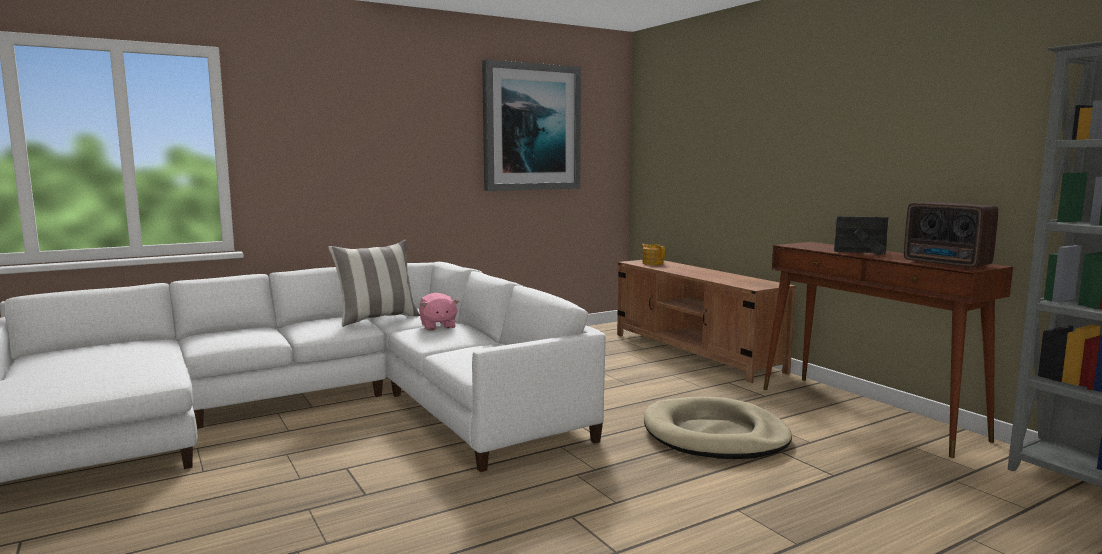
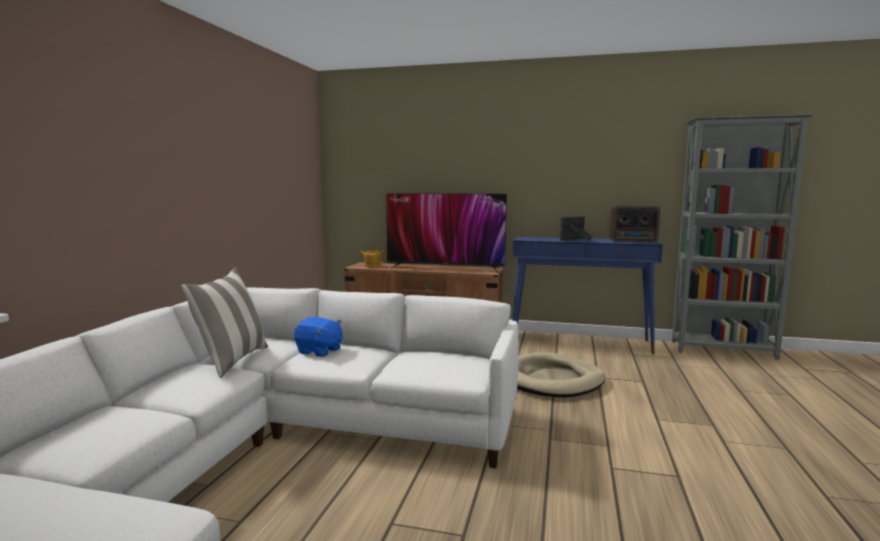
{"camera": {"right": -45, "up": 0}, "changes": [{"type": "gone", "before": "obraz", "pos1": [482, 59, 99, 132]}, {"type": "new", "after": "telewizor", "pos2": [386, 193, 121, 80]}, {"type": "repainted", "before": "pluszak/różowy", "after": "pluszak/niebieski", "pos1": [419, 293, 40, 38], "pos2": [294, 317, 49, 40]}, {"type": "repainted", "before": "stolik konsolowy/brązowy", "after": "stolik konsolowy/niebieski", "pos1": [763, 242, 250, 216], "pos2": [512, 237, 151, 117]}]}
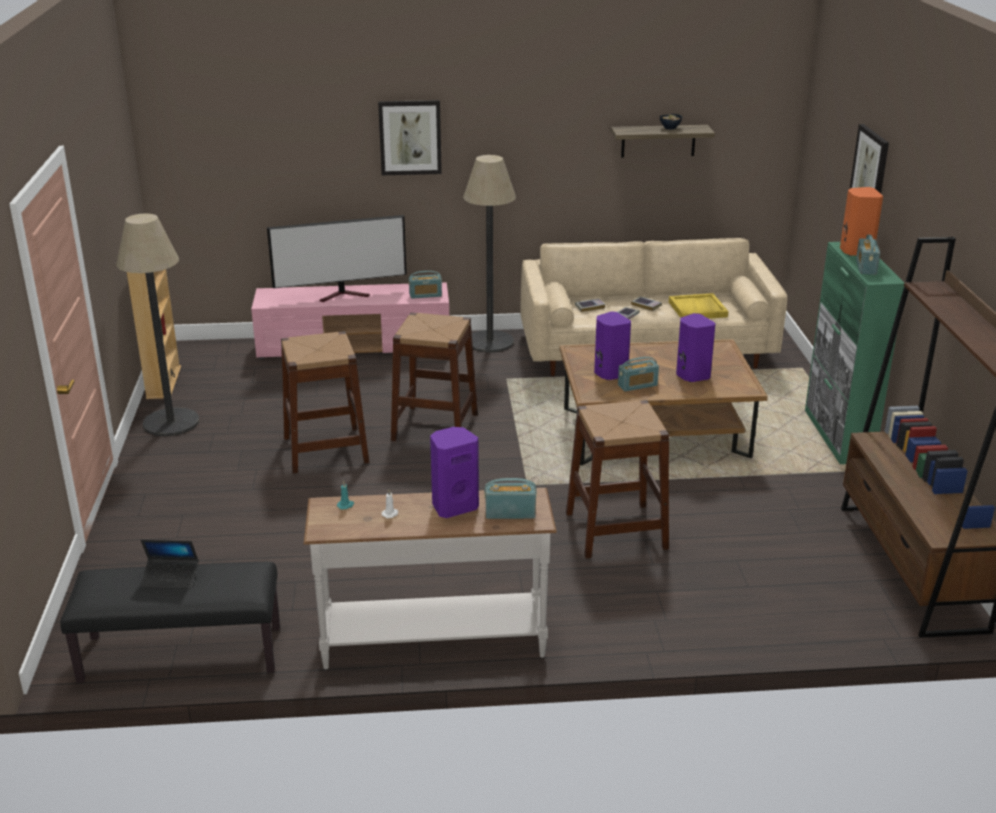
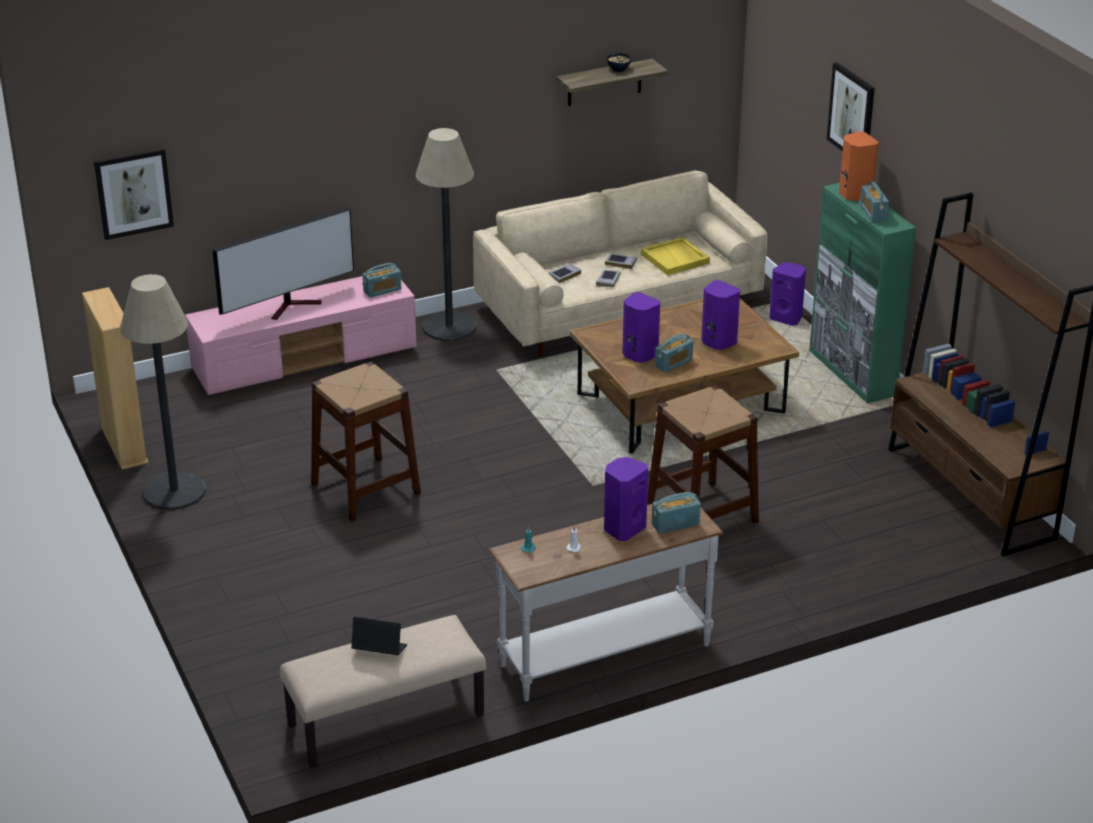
{"camera": {"right": -20, "up": 5}, "changes": [{"type": "gone", "before": "stołek/brązowy", "pos1": [391, 313, 87, 128]}, {"type": "new", "after": "głośnik/fioletowy", "pos2": [770, 262, 36, 64]}, {"type": "shifted", "before": "obraz", "pos1": [378, 100, 64, 75], "pos2": [94, 148, 80, 92]}, {"type": "repainted", "before": "ławka/czarny", "after": "ławka/beżowy", "pos1": [60, 562, 220, 121], "pos2": [280, 615, 206, 153]}, {"type": "rotated", "before": "laptop", "pos1": [141, 540, 58, 49], "pos2": [351, 617, 56, 38], "turn": -150}]}
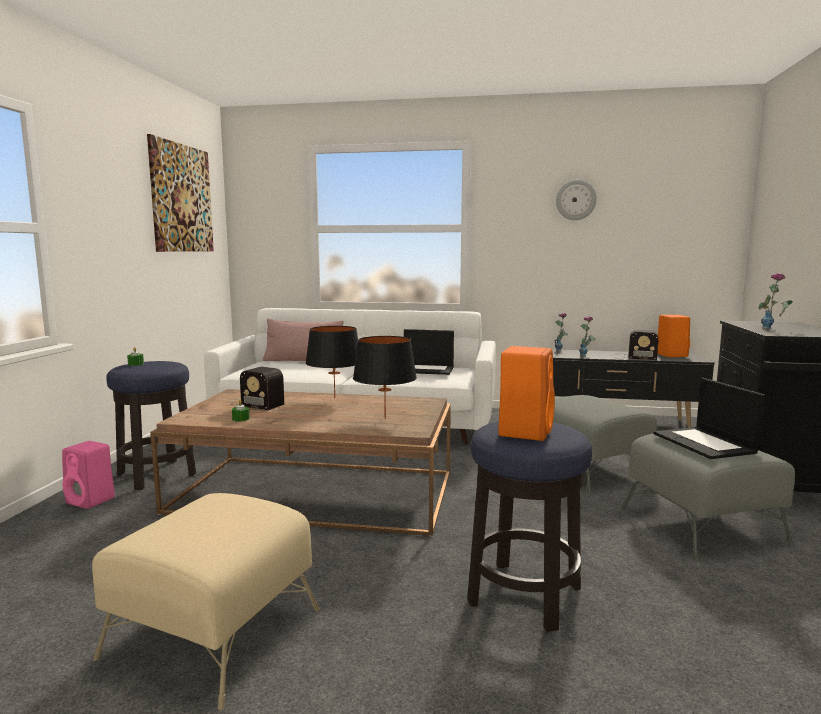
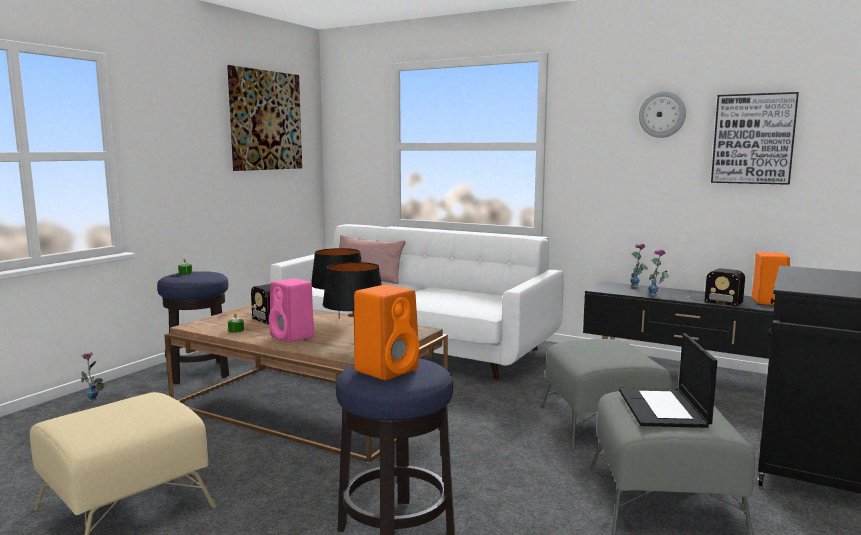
{"camera": {"right": 20, "up": 0}, "changes": [{"type": "gone", "before": "laptop", "pos1": [404, 329, 50, 46]}, {"type": "new", "after": "obraz", "pos2": [711, 92, 88, 93]}, {"type": "shifted", "before": "głośnik/różowy", "pos1": [62, 441, 53, 68], "pos2": [269, 278, 45, 65]}, {"type": "shifted", "before": "wazon", "pos1": [759, 273, 34, 56], "pos2": [81, 352, 23, 50]}]}
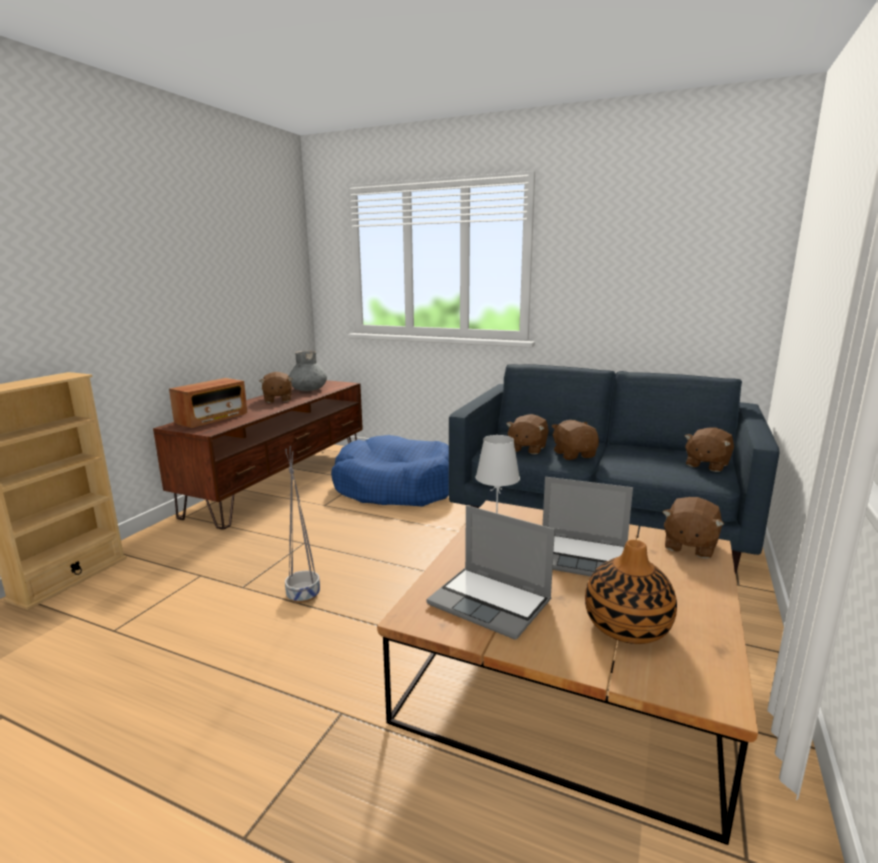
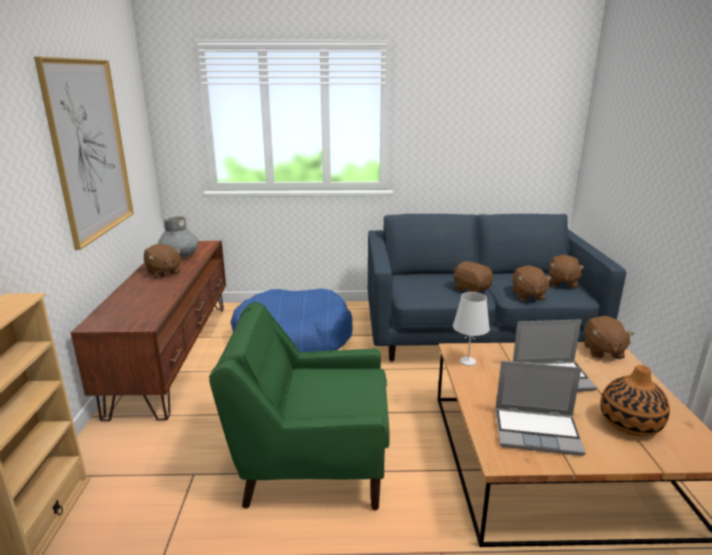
{"camera": {"right": -25, "up": 5}, "changes": [{"type": "gone", "before": "radio", "pos1": [169, 378, 78, 50]}, {"type": "new", "after": "obraz", "pos2": [34, 57, 100, 193]}, {"type": "shifted", "before": "pluszak/brązowy", "pos1": [506, 414, 43, 40], "pos2": [513, 265, 39, 36]}, {"type": "swapped", "before": "donica/szary", "after": "fotel/zielony", "pos1": [285, 446, 35, 157], "pos2": [209, 302, 181, 208]}]}
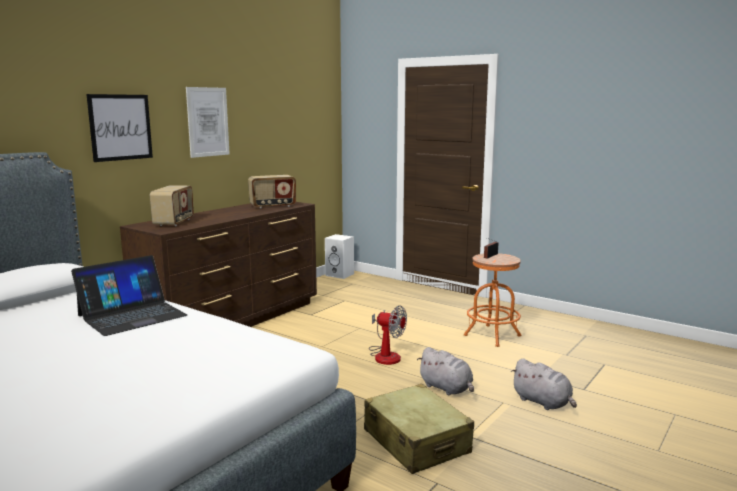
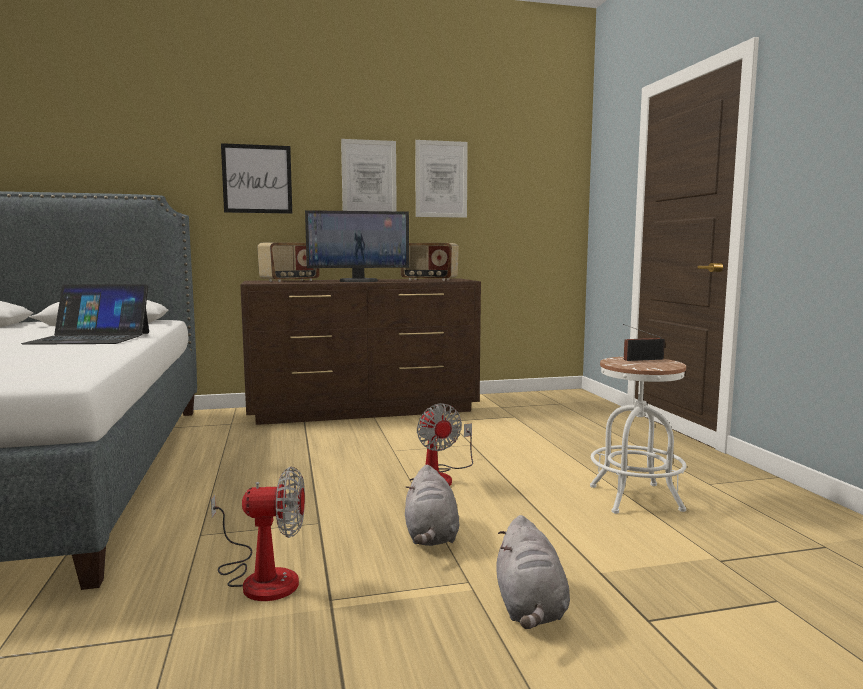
{"camera": {"right": 40, "up": -5}, "changes": [{"type": "gone", "before": "głośnik/biały", "pos1": [325, 234, 29, 45]}, {"type": "new", "after": "monitor", "pos2": [305, 210, 104, 72]}, {"type": "new", "after": "obraz", "pos2": [415, 140, 53, 78]}, {"type": "swapped", "before": "walizka/beżowy", "after": "wentylator", "pos1": [364, 384, 110, 90], "pos2": [211, 467, 94, 134]}, {"type": "repainted", "before": "stołek/pomarańczowy", "after": "stołek/biały", "pos1": [464, 253, 57, 94], "pos2": [590, 357, 97, 157]}]}
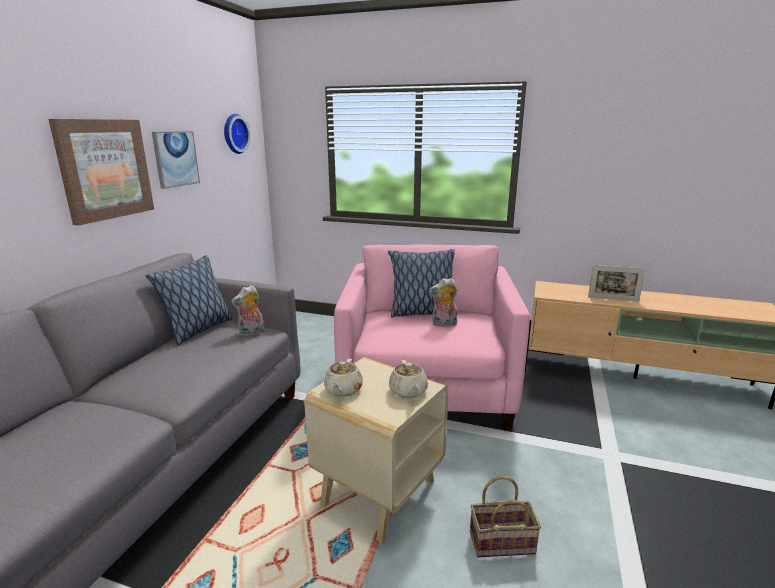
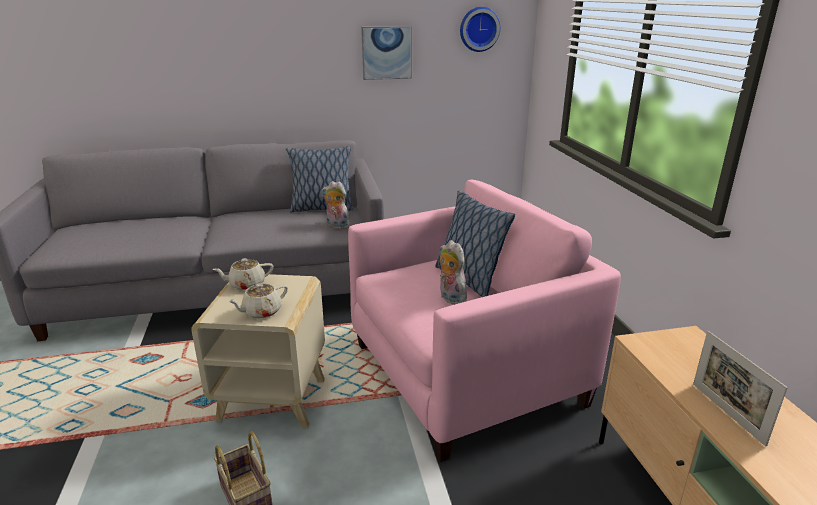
{"camera": {"right": 60, "up": 5}, "changes": [{"type": "gone", "before": "obraz", "pos1": [49, 119, 105, 107]}]}
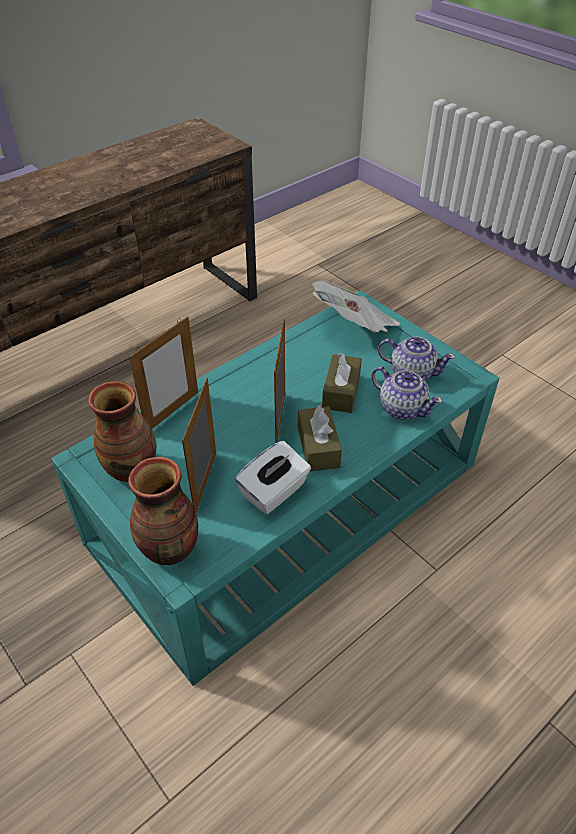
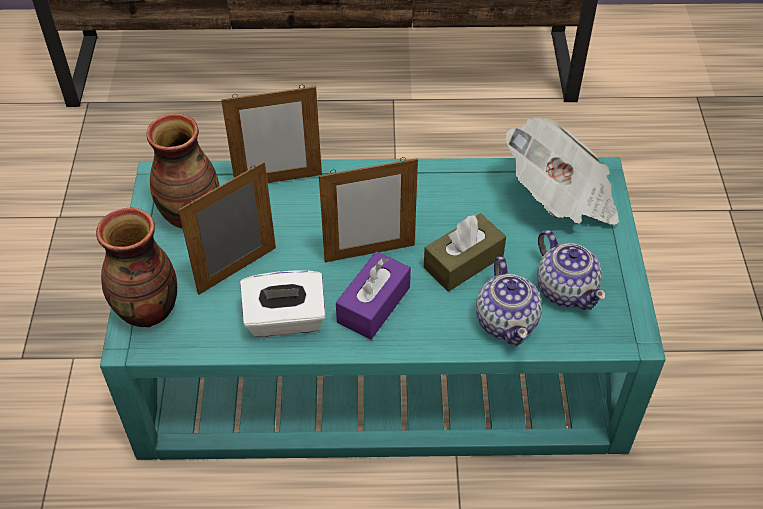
{"camera": {"right": 40, "up": 5}, "changes": [{"type": "repainted", "before": "pudełko chusteczek/brązowy", "after": "pudełko chusteczek/fioletowy", "pos1": [298, 405, 44, 67], "pos2": [336, 251, 75, 89]}, {"type": "rotated", "before": "ramka na zdjęcie", "pos1": [274, 319, 11, 124], "pos2": [319, 157, 99, 105], "turn": -150}]}
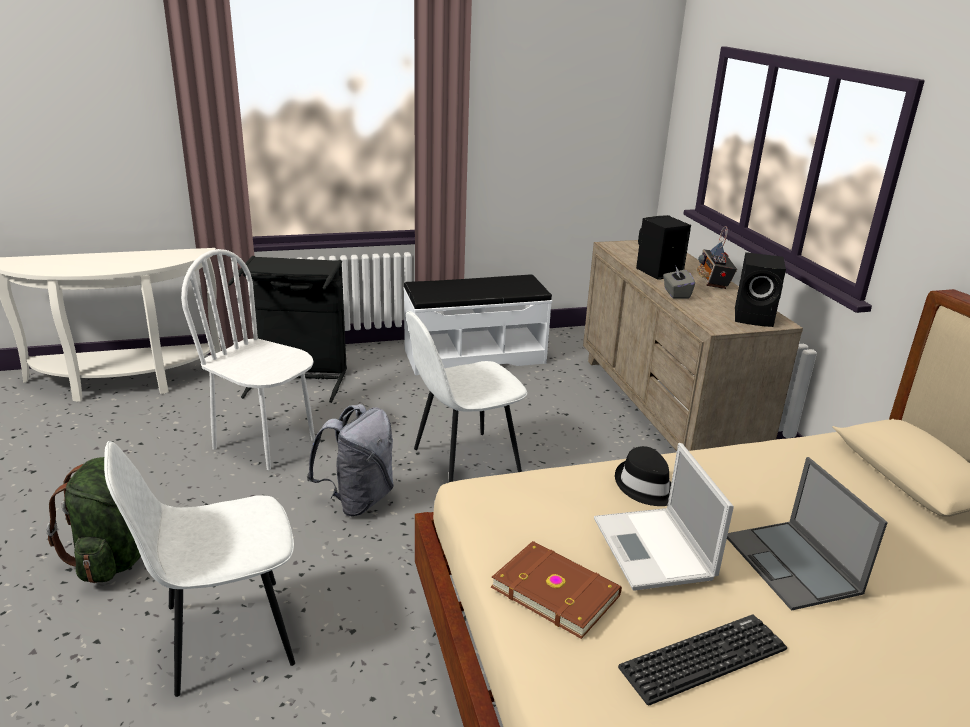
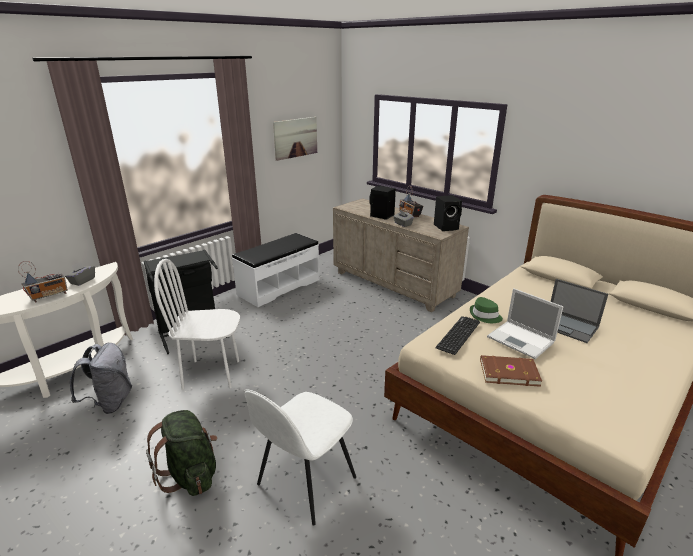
{"camera": {"right": -30, "up": 0}, "changes": [{"type": "gone", "before": "krzesło/biały", "pos1": [406, 311, 121, 172]}, {"type": "new", "after": "radio", "pos2": [18, 261, 50, 42]}, {"type": "new", "after": "pudełko chusteczek/szary", "pos2": [65, 262, 30, 24]}, {"type": "new", "after": "obraz", "pos2": [273, 117, 44, 44]}, {"type": "shifted", "before": "plecak/szary", "pos1": [307, 404, 87, 112], "pos2": [70, 343, 62, 71]}, {"type": "shifted", "before": "klawiatura", "pos1": [618, 614, 169, 91], "pos2": [435, 316, 45, 39]}, {"type": "repainted", "before": "kapelusz/czarny", "after": "kapelusz/zielony", "pos1": [615, 446, 56, 60], "pos2": [470, 297, 33, 26]}]}
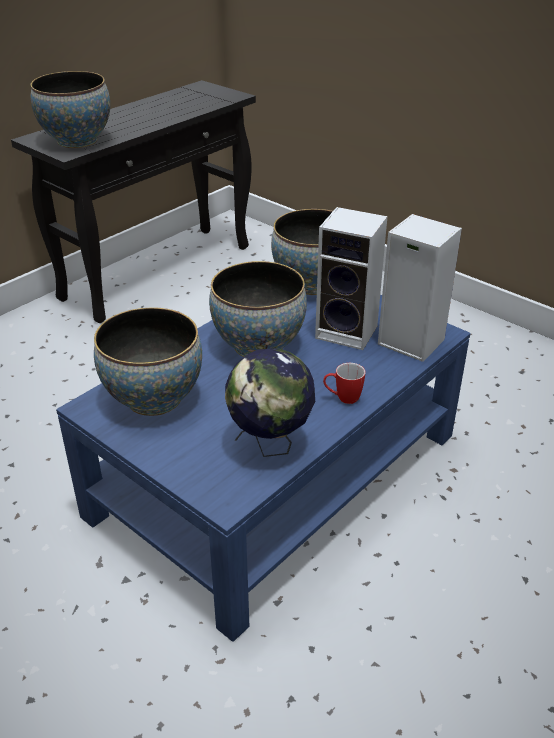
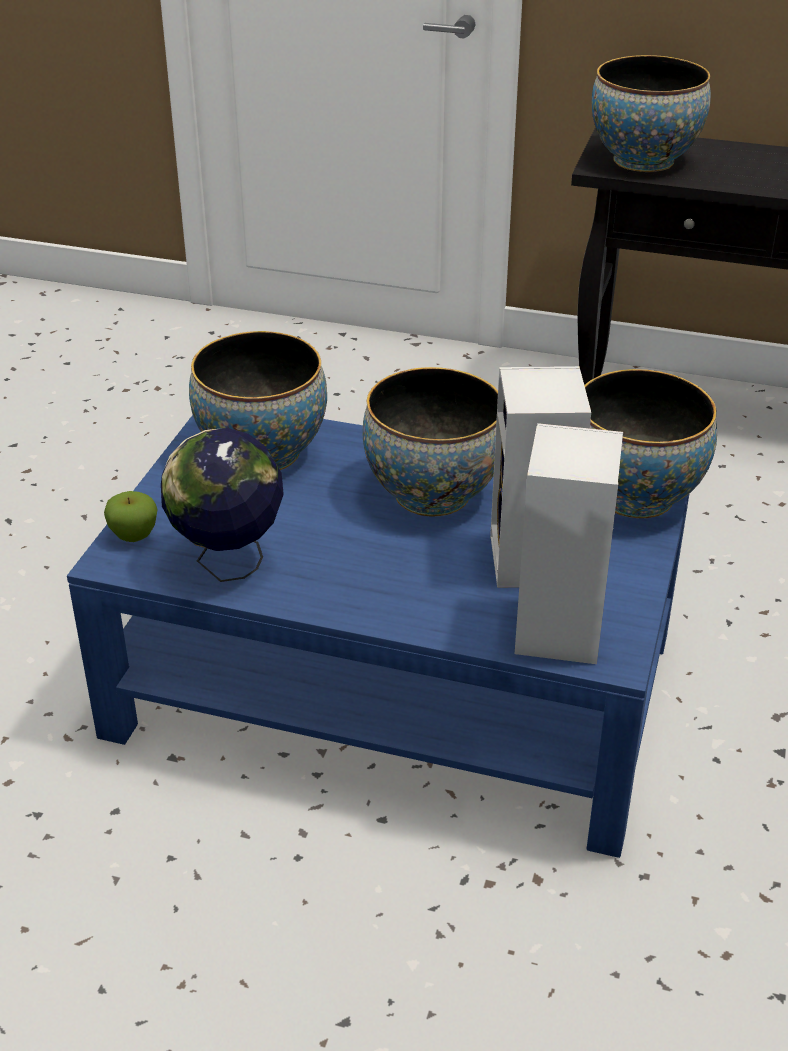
{"camera": {"right": 65, "up": 0}, "changes": [{"type": "gone", "before": "kubek", "pos1": [323, 363, 43, 41]}, {"type": "new", "after": "jabłko", "pos2": [104, 491, 53, 51]}]}
